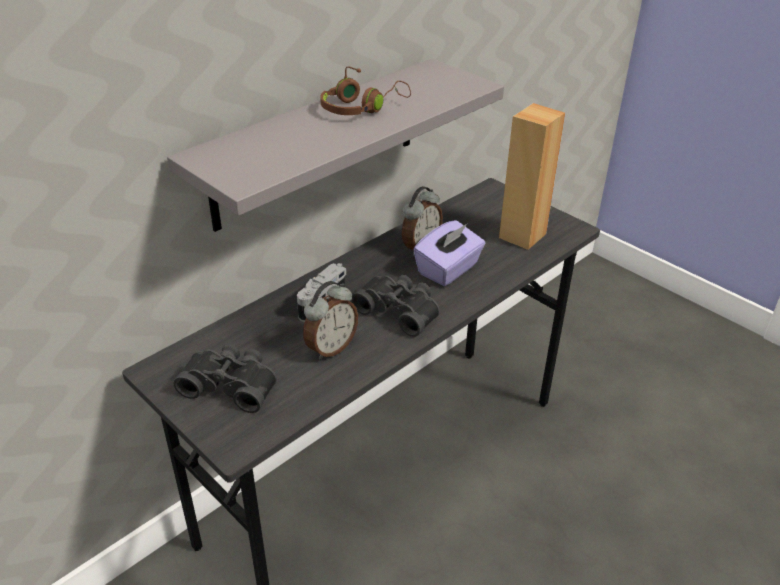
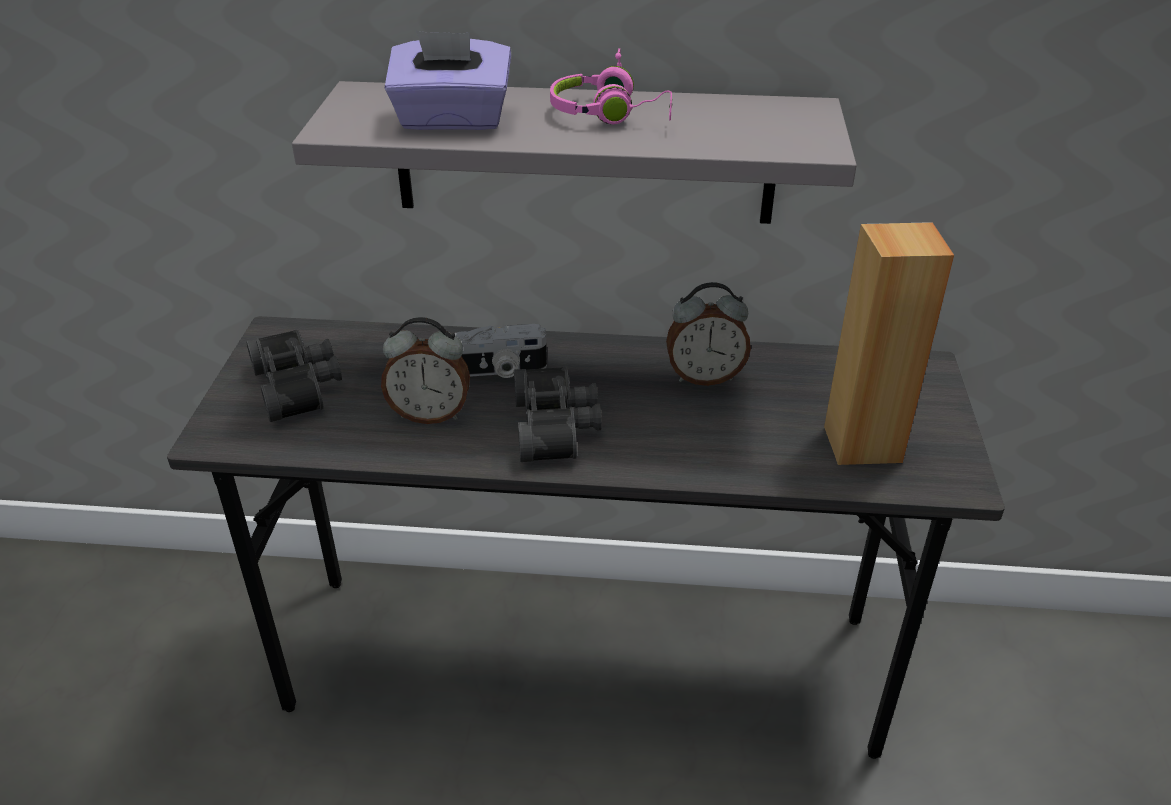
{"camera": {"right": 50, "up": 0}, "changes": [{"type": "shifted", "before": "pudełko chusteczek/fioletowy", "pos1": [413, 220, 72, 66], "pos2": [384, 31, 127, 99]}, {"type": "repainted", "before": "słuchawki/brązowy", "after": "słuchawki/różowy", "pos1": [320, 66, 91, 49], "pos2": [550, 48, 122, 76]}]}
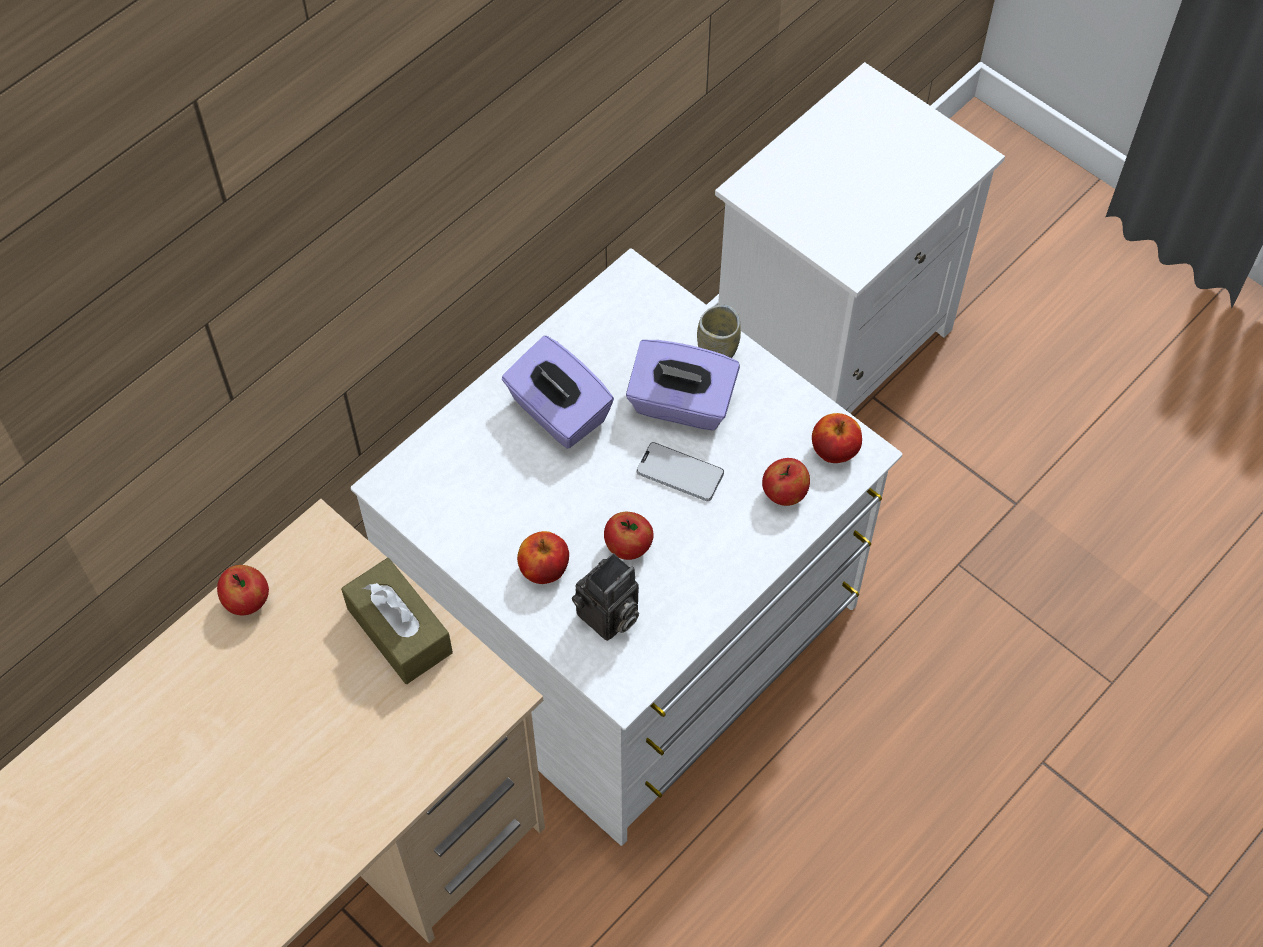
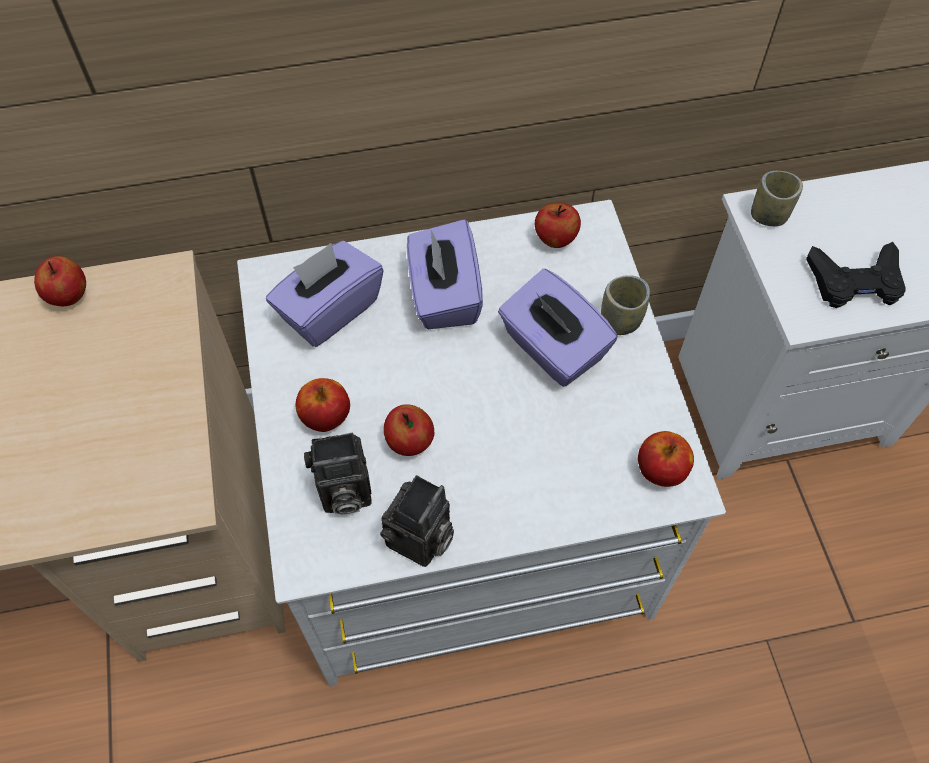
{"camera": {"right": 35, "up": 0}, "changes": [{"type": "gone", "before": "pudełko chusteczek/brązowy", "pos1": [341, 558, 112, 126]}, {"type": "gone", "before": "telefon", "pos1": [637, 442, 87, 60]}, {"type": "new", "after": "pudełko chusteczek/fioletowy", "pos2": [266, 241, 118, 106]}, {"type": "new", "after": "aparat fotograficzny", "pos2": [380, 475, 74, 92]}, {"type": "new", "after": "filiżanka", "pos2": [751, 171, 52, 55]}, {"type": "new", "after": "pad do gier/czarny", "pos2": [806, 242, 100, 66]}, {"type": "shifted", "before": "jabłko", "pos1": [762, 458, 48, 48], "pos2": [535, 203, 46, 45]}]}
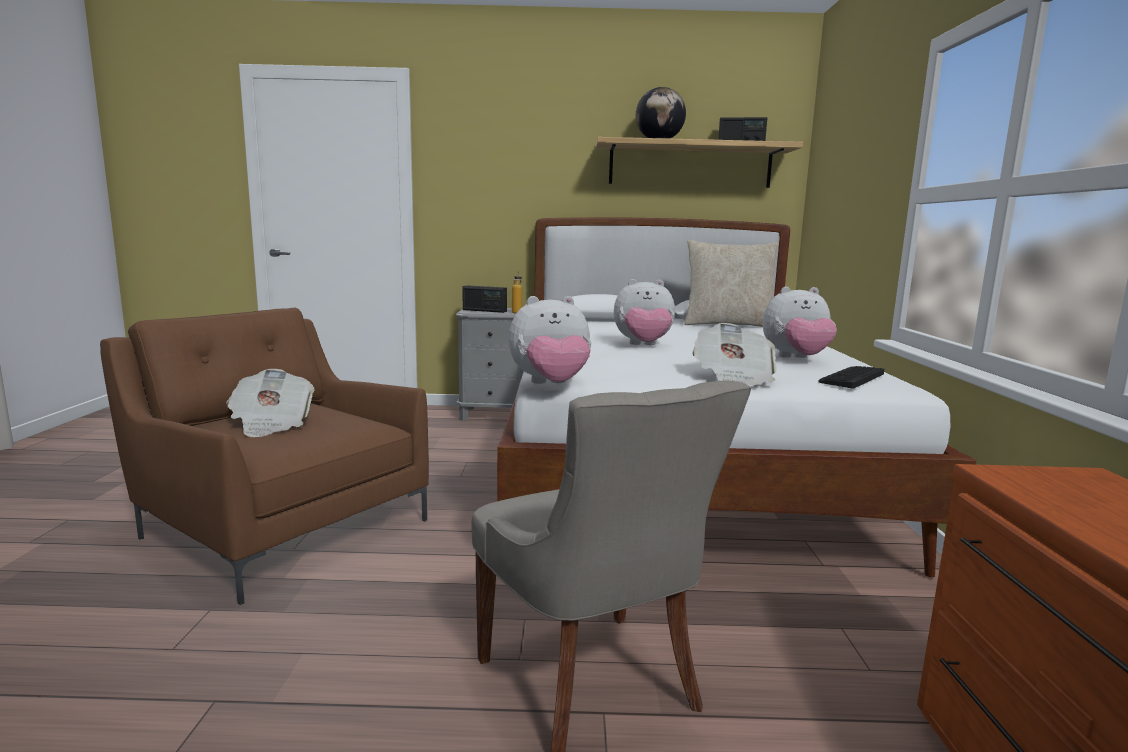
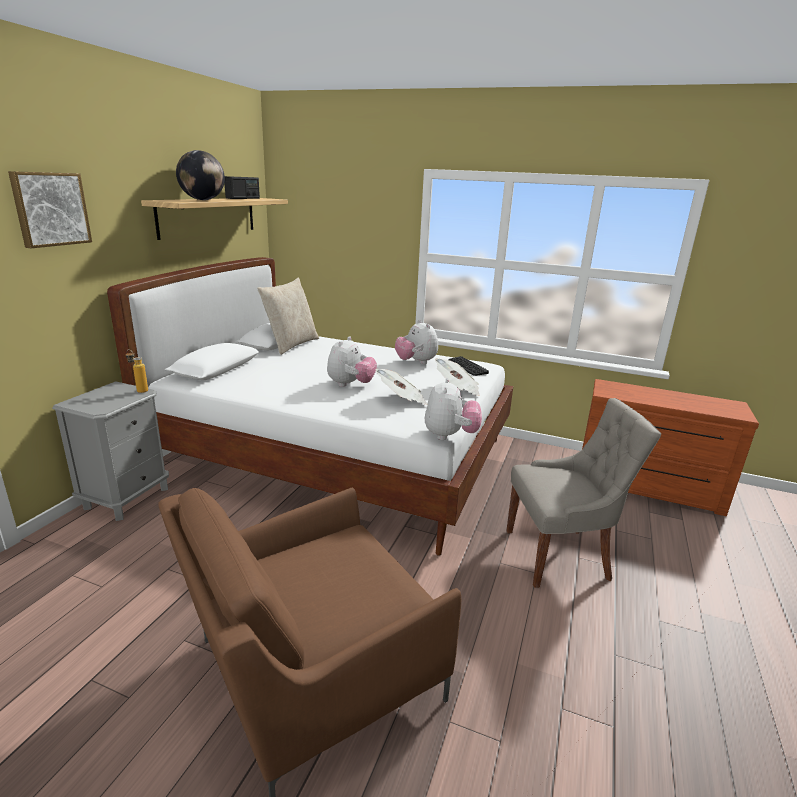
{"camera": {"right": -70, "up": 10}, "changes": [{"type": "gone", "before": "radio", "pos1": [462, 285, 45, 28]}, {"type": "new", "after": "obraz", "pos2": [8, 171, 84, 77]}, {"type": "shifted", "before": "gazeta", "pos1": [226, 369, 89, 68], "pos2": [375, 369, 52, 36]}, {"type": "rotated", "before": "pluszak", "pos1": [763, 287, 74, 71], "pos2": [395, 320, 43, 44], "turn": 135}]}
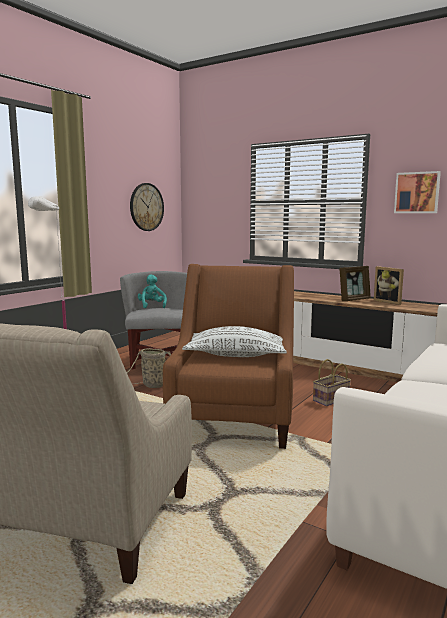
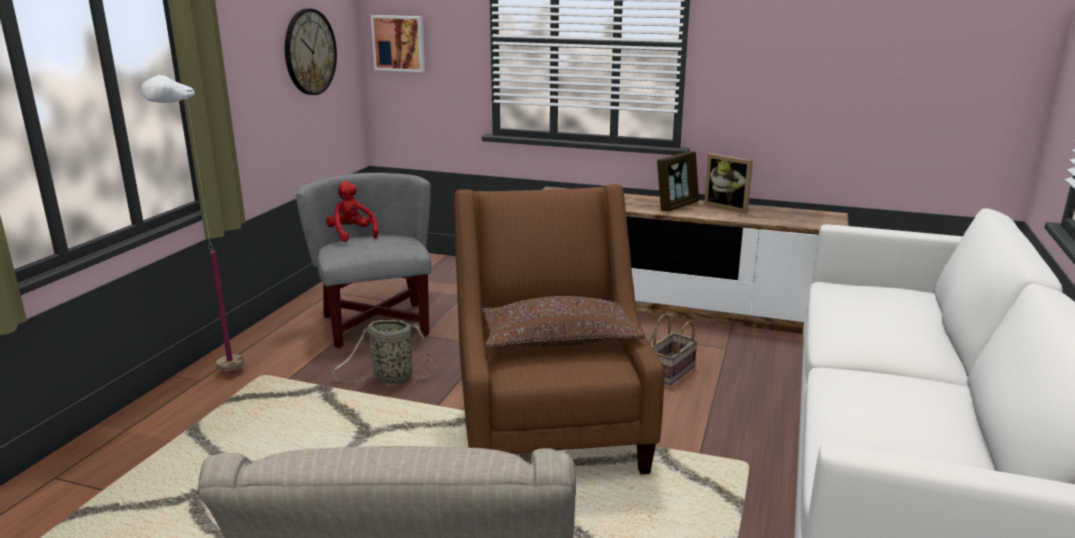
{"camera": {"right": -15, "up": 10}, "changes": [{"type": "shifted", "before": "obraz", "pos1": [394, 171, 47, 42], "pos2": [371, 15, 54, 57]}, {"type": "repainted", "before": "pluszak/turkusowy", "after": "pluszak/czerwony", "pos1": [138, 274, 29, 34], "pos2": [326, 181, 52, 61]}, {"type": "repainted", "before": "poduszka/biały", "after": "poduszka/brązowy", "pos1": [182, 326, 105, 31], "pos2": [482, 296, 163, 52]}]}
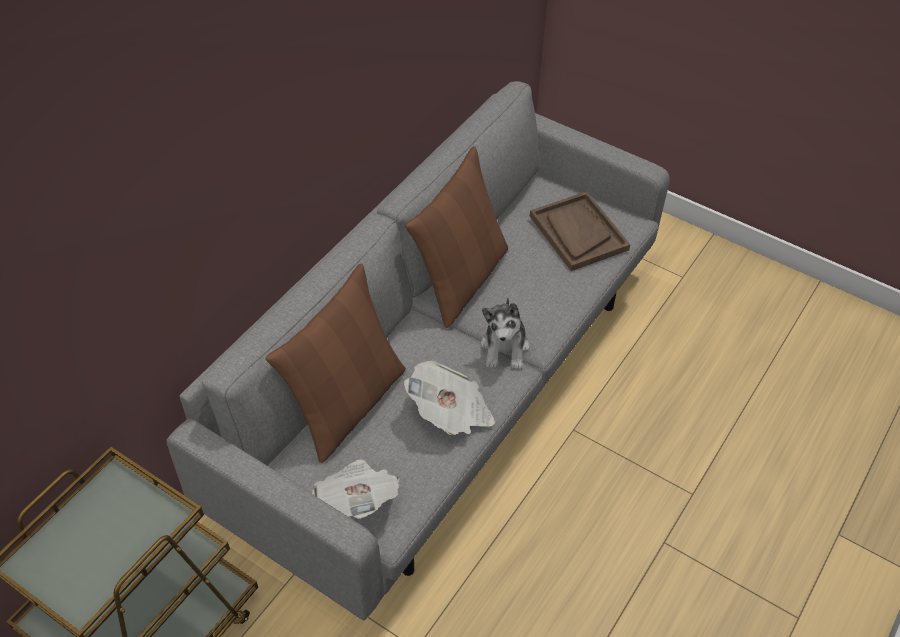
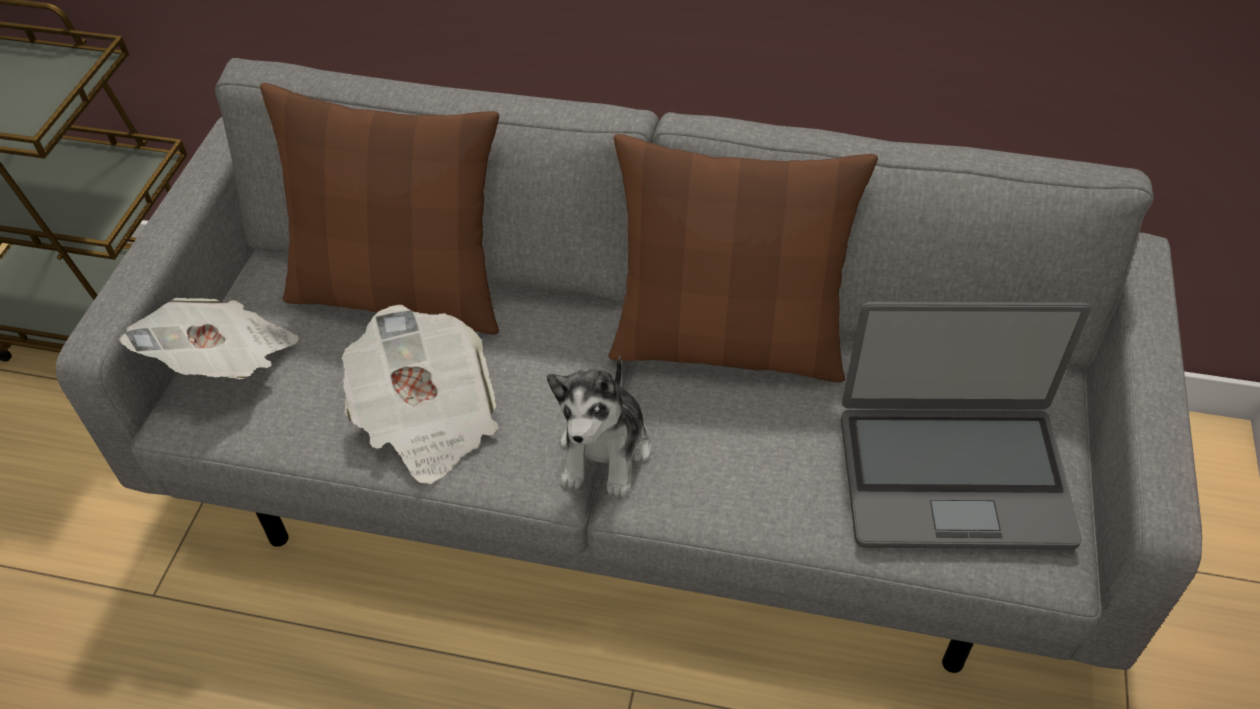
{"camera": {"right": 70, "up": 0}, "changes": [{"type": "swapped", "before": "taca/brązowy", "after": "laptop", "pos1": [530, 191, 100, 80], "pos2": [841, 302, 250, 247]}, {"type": "rotated", "before": "pluszak", "pos1": [481, 298, 49, 72], "pos2": [547, 356, 104, 141], "turn": -60}]}
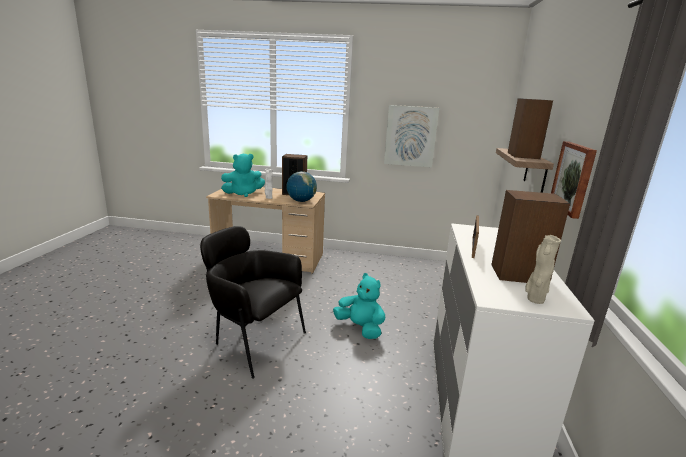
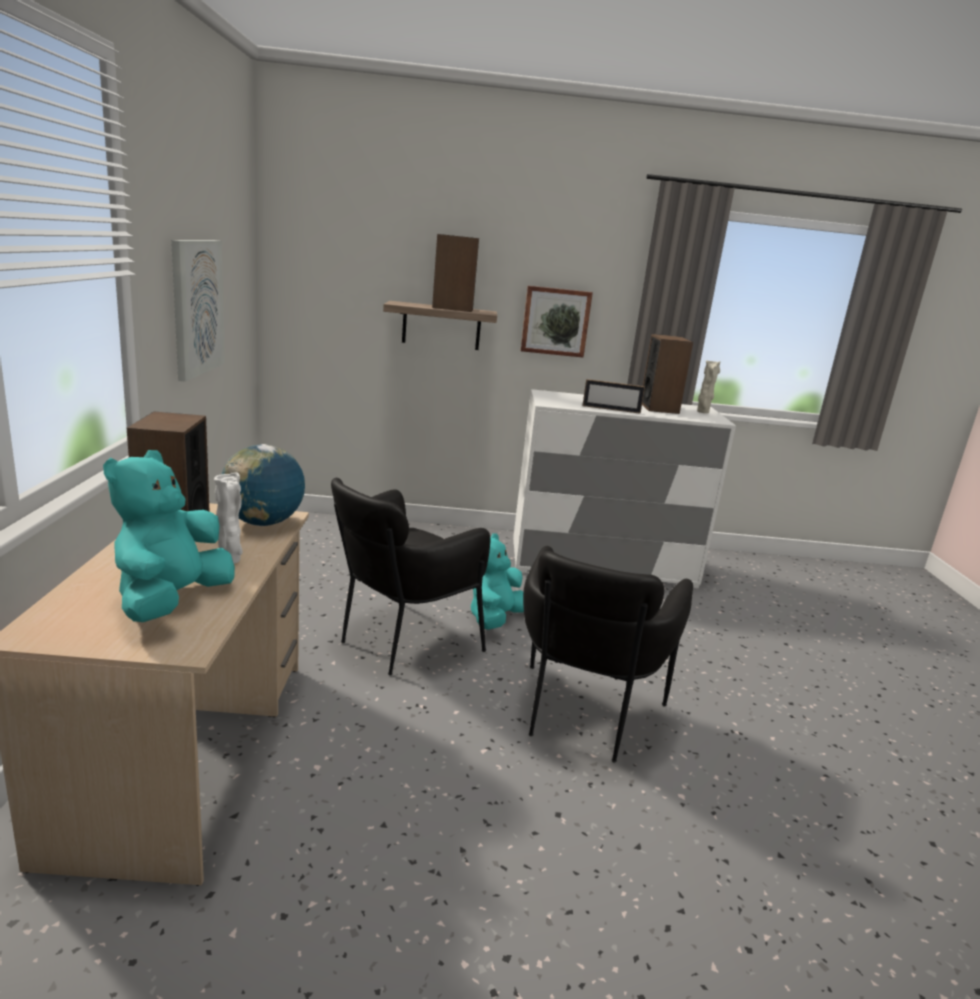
{"camera": {"right": -100, "up": 0}, "changes": [{"type": "new", "after": "fotel/czarny", "pos2": [331, 478, 159, 197]}, {"type": "rotated", "before": "pluszak/turkusowy", "pos1": [221, 154, 44, 43], "pos2": [103, 450, 132, 172], "turn": -135}]}
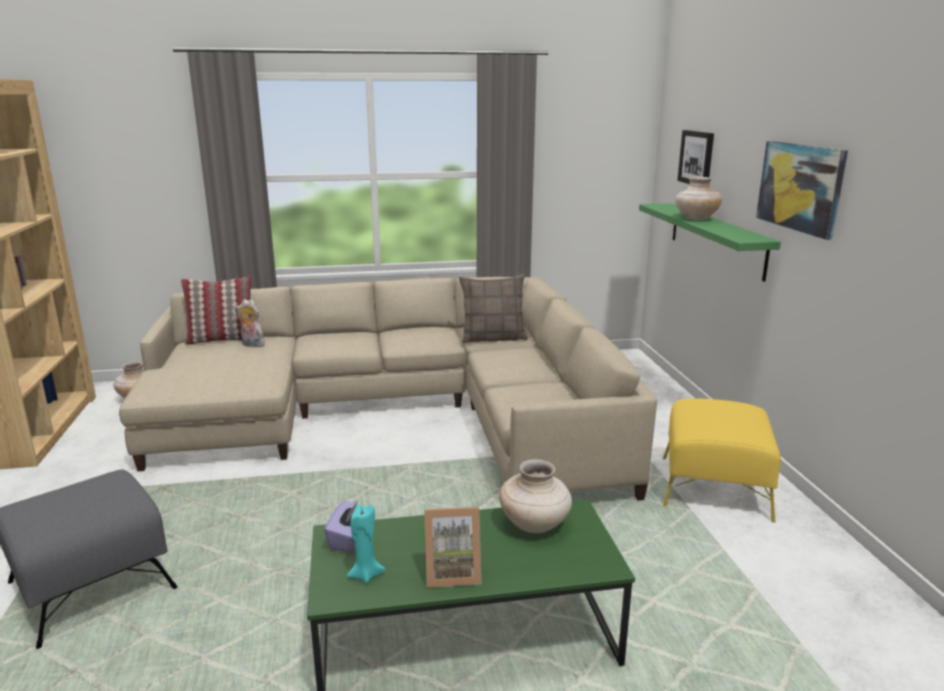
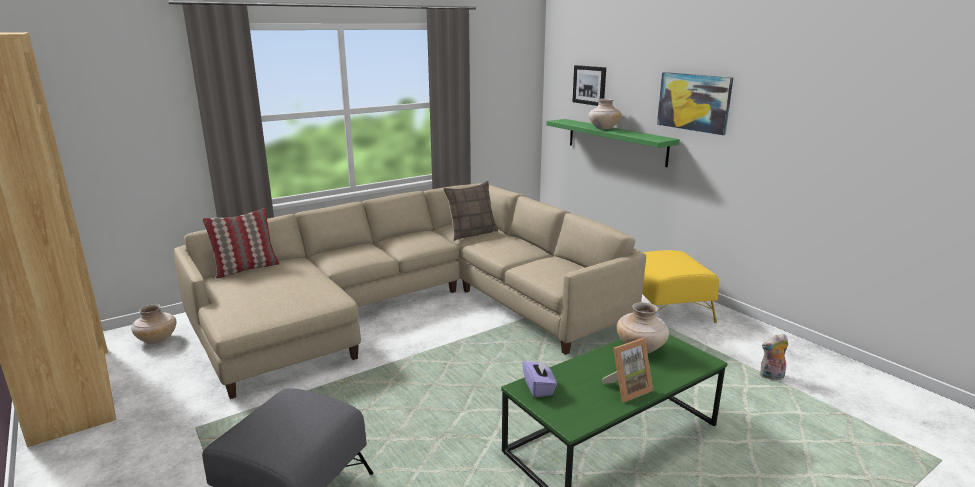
{"camera": {"right": -25, "up": 0}, "changes": [{"type": "gone", "before": "świeca/turkusowy", "pos1": [347, 505, 39, 78]}, {"type": "shifted", "before": "pluszak", "pos1": [235, 299, 30, 48], "pos2": [760, 334, 28, 46]}]}
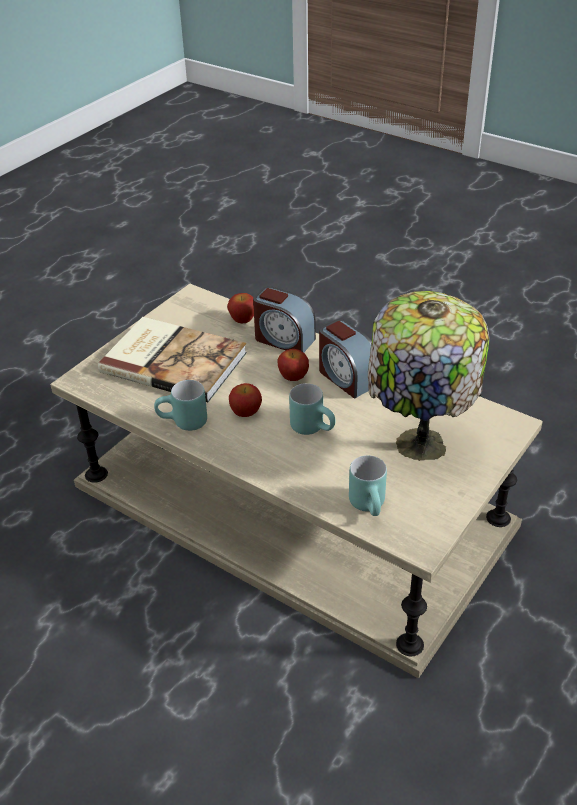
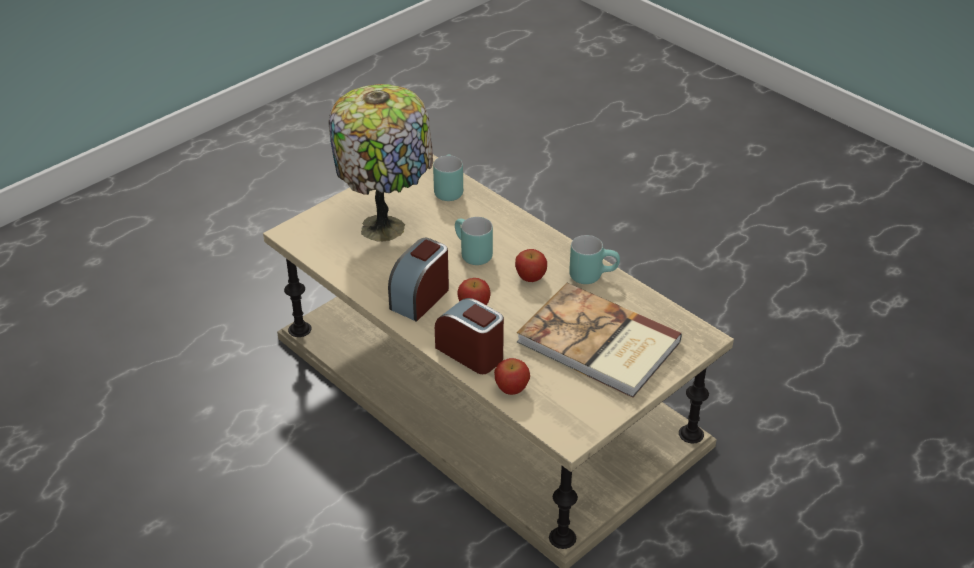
{"camera": {"right": -170, "up": 0}, "changes": [{"type": "rotated", "before": "budzik", "pos1": [319, 319, 53, 80], "pos2": [388, 238, 61, 83], "turn": -120}]}
